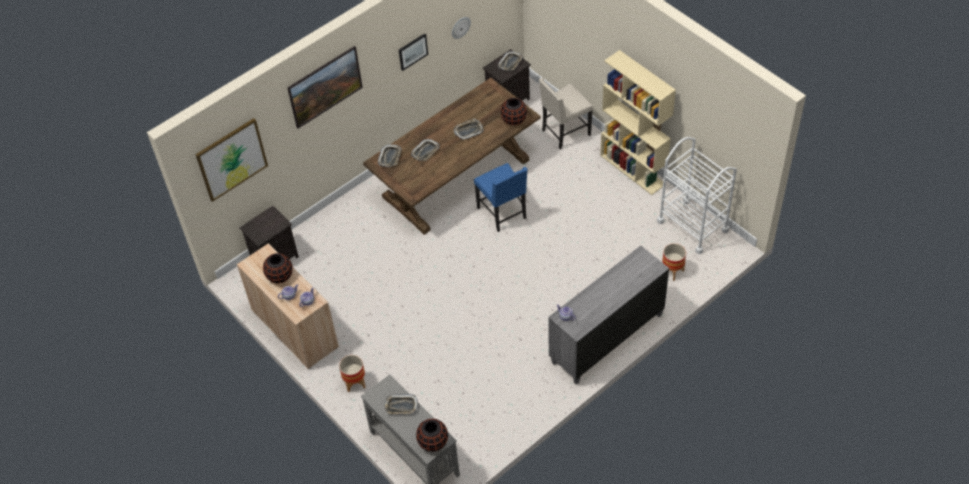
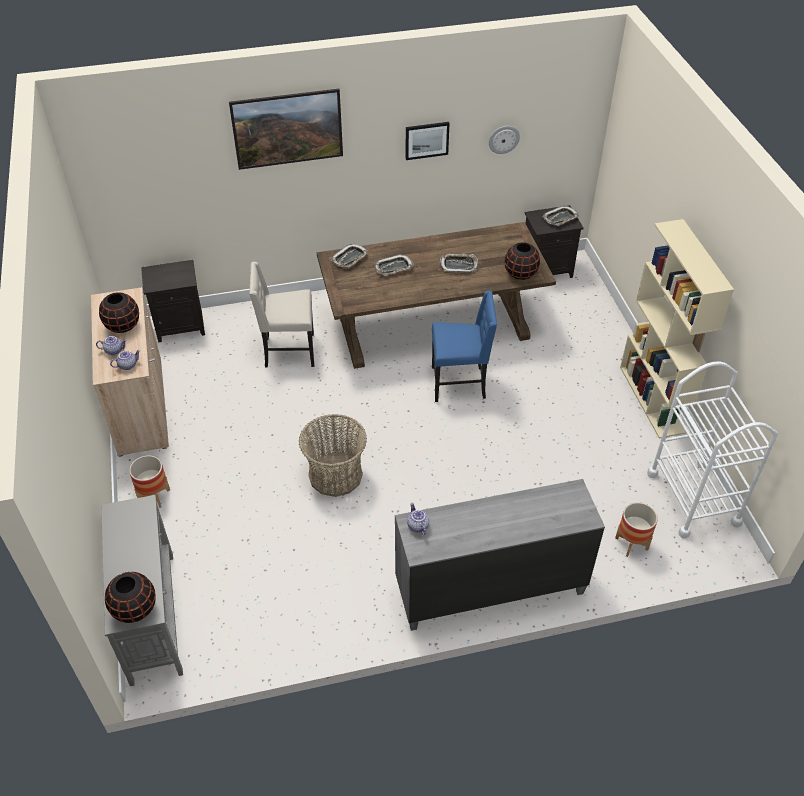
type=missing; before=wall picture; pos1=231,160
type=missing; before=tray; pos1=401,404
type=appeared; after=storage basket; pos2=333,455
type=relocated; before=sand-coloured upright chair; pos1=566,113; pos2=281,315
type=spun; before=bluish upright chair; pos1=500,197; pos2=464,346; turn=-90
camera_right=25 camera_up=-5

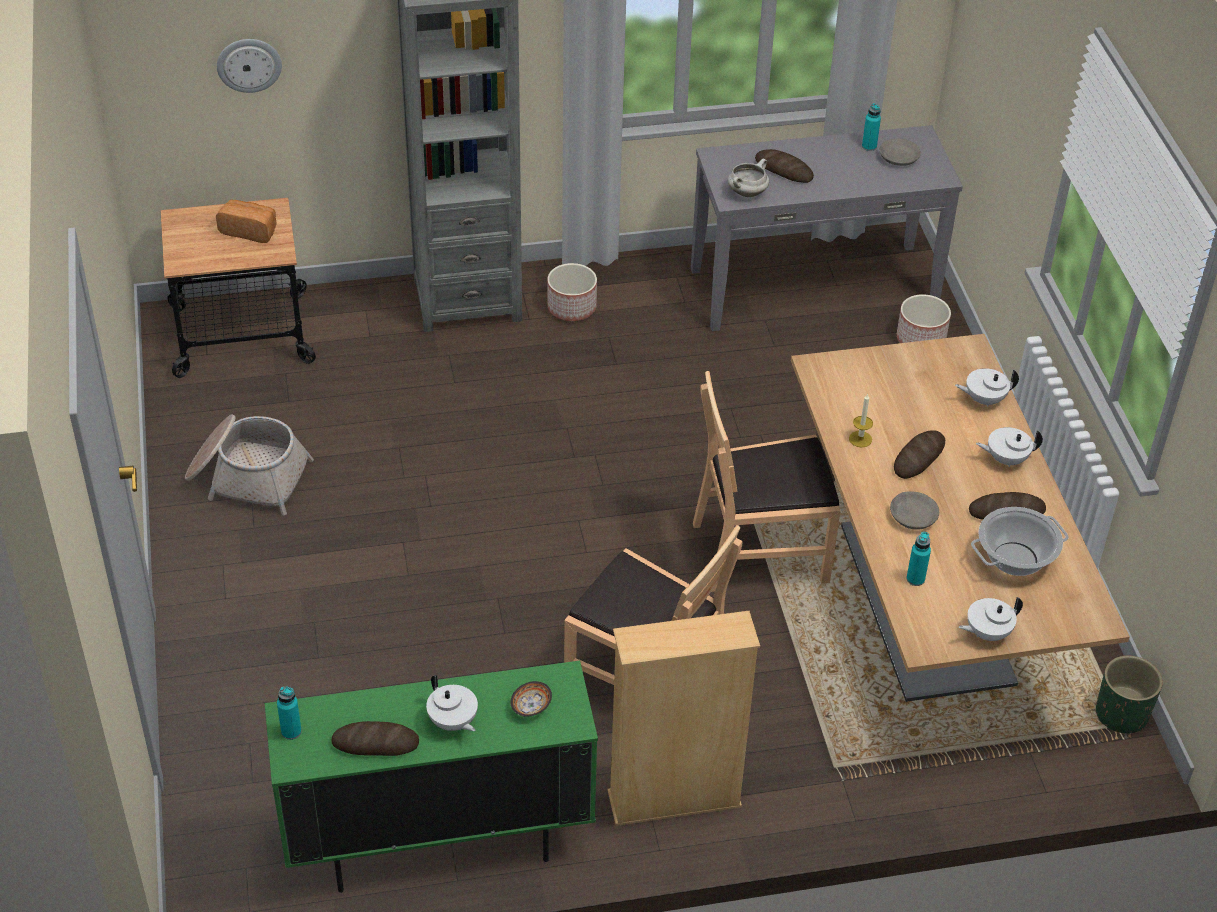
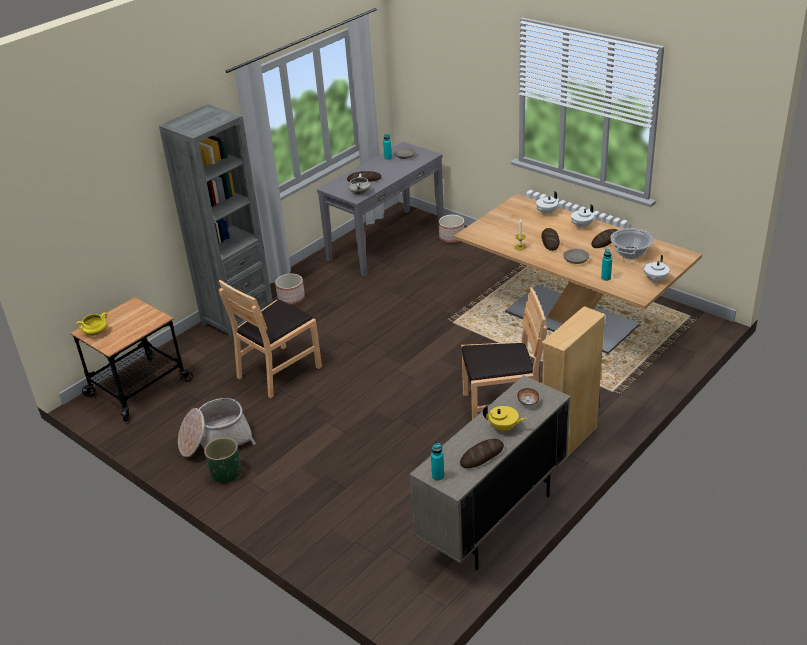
type=missing; before=baked bread; pos1=246,221
type=missing; before=hanging clock; pos1=249,66
type=appeared; after=yellow-coloured stockpot; pos2=91,323
type=relocated; before=brownish upright chair; pos1=766,481; pos2=270,339
type=relocated; before=greenish plant pot; pos1=1129,695; pos2=222,460
type=colour; before=greenish cabinet; after=sand-coloured cabinet; pos1=431,777; pos2=490,472
type=colour; before=whitish tea pot; after=yellow-coloured tea pot; pos1=452,703; pos2=505,418
camera_right=-35 camera_up=-10

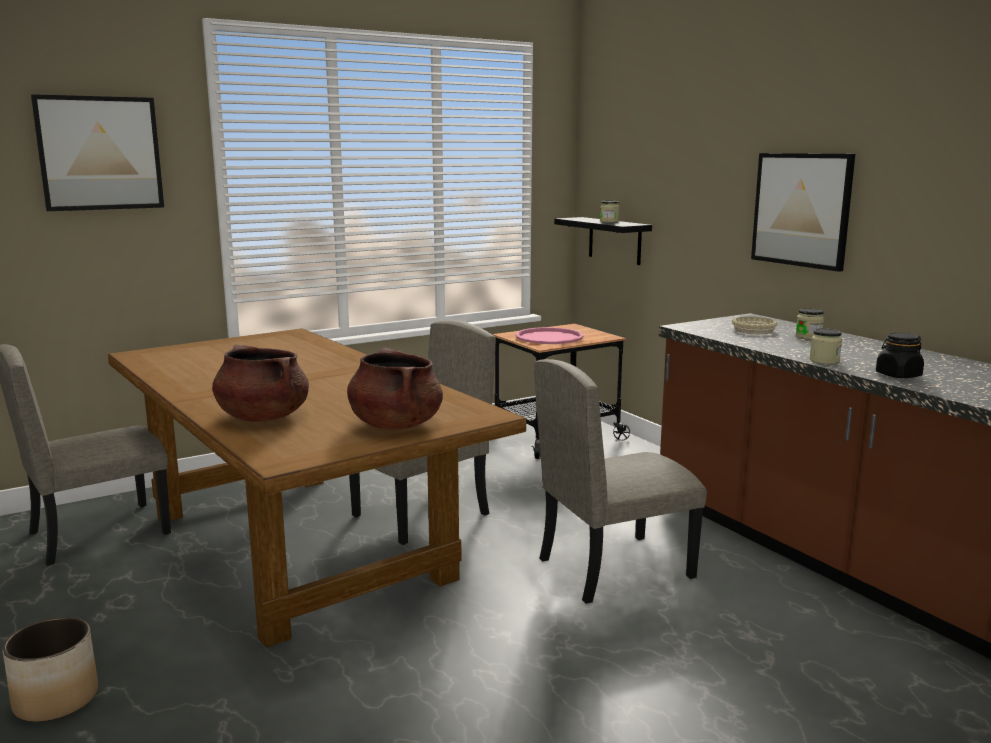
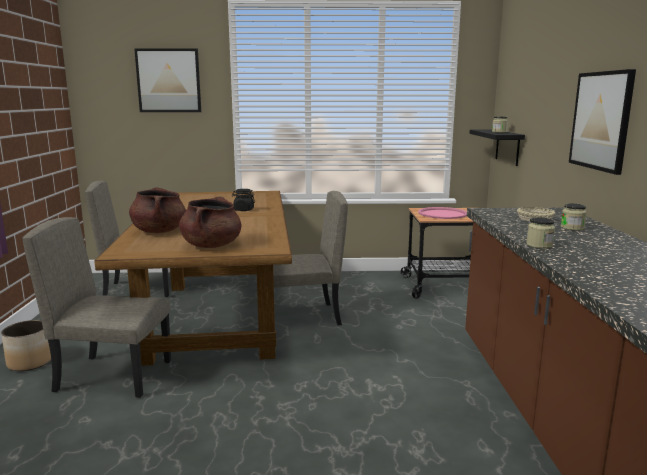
type=relocated; before=sand-coloured upright chair; pos1=620,481; pos2=96,307
type=relocated; before=black storage jar; pos1=900,355; pos2=243,200
camera_right=30 camera_up=0

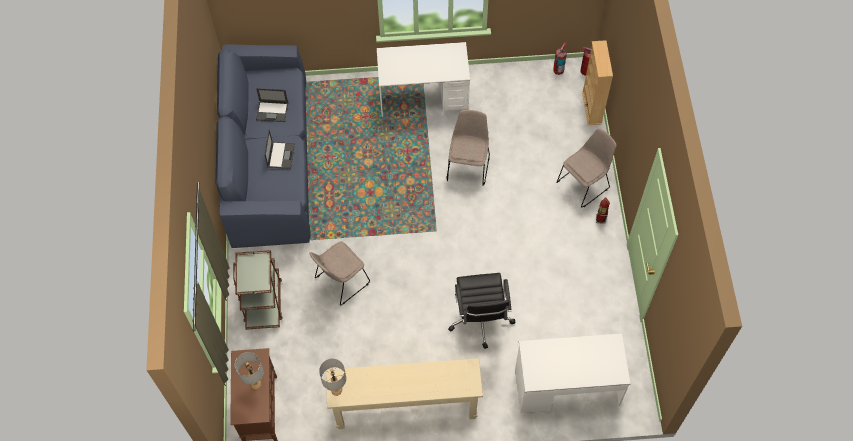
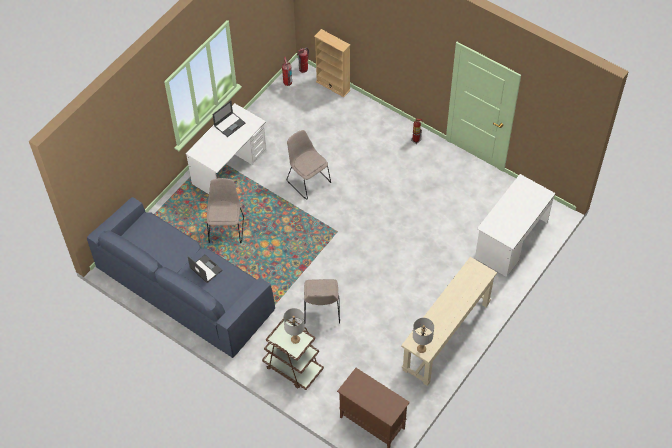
type=missing; before=black desk chair; pos1=481,311
type=relocated; before=grey table lamp; pos1=249,370; pos2=294,326
type=relocated; before=portable computer; pos1=272,105; pos2=229,119
type=relocated; before=sand-coloured upright chair; pos1=586,167; pos2=225,210
camera_right=-50 camera_up=-5

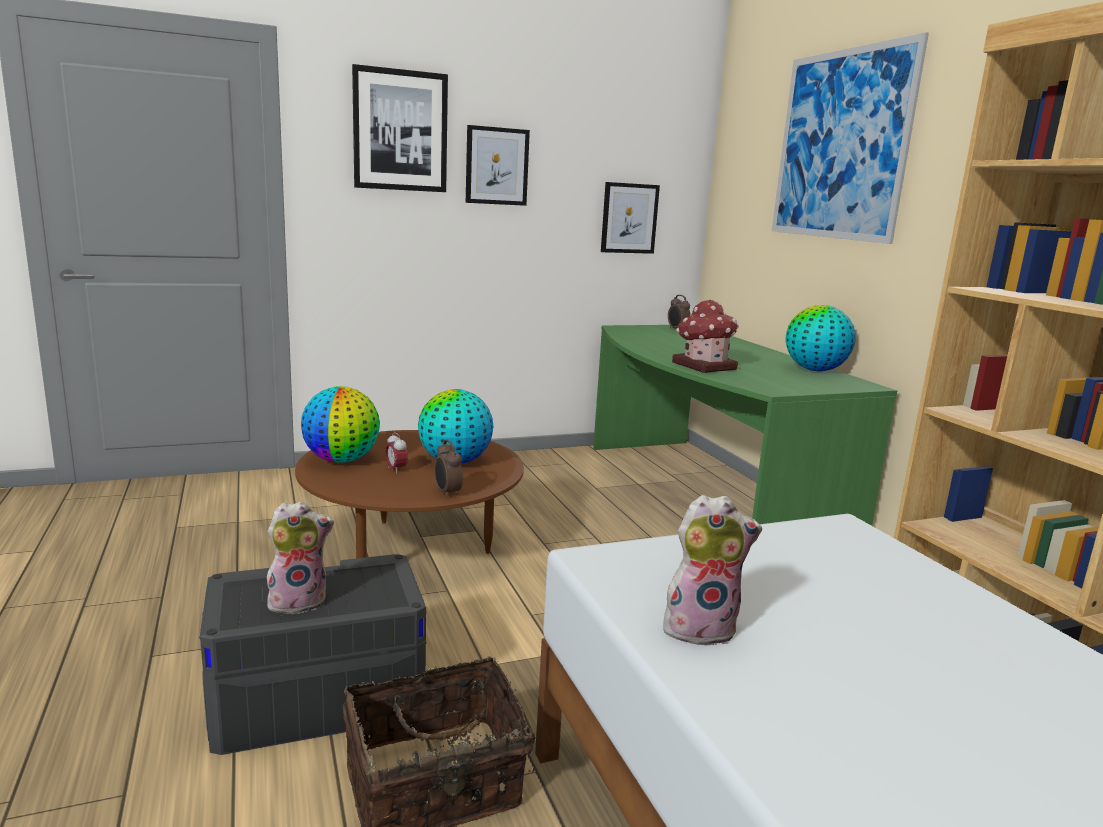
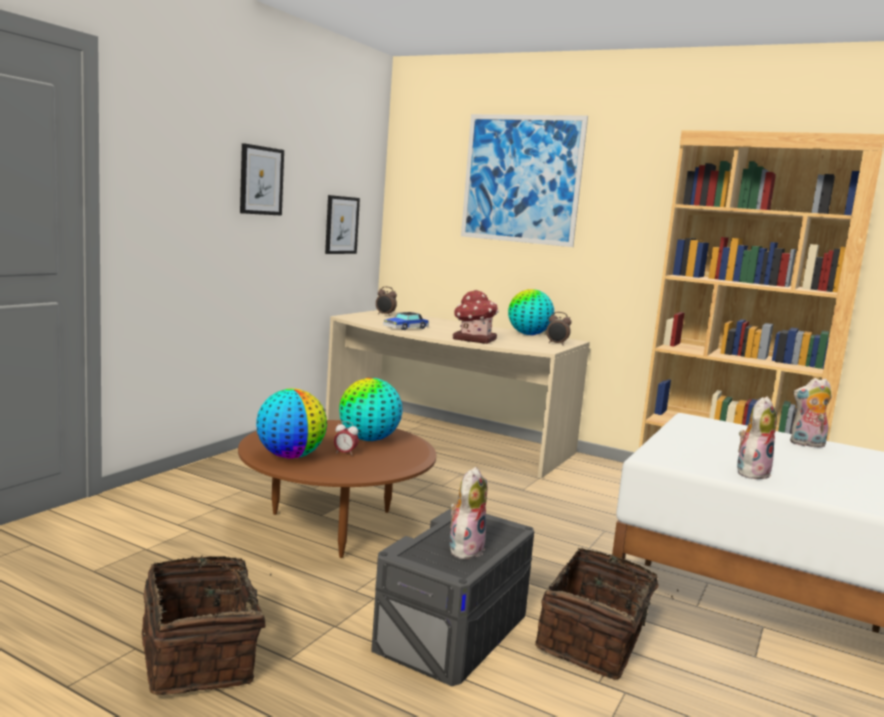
type=missing; before=wall picture; pos1=400,128
type=appeared; after=storage basket; pos2=206,625
type=appeared; after=miniature car; pos2=406,321
type=appeared; after=cuddly toy; pos2=811,412
type=relocated; before=bedside clock; pos1=448,469; pos2=558,328
type=colour; before=greenish desk; after=sand-coloured desk; pos1=745,425; pos2=458,394
camera_right=-40 camera_up=-5

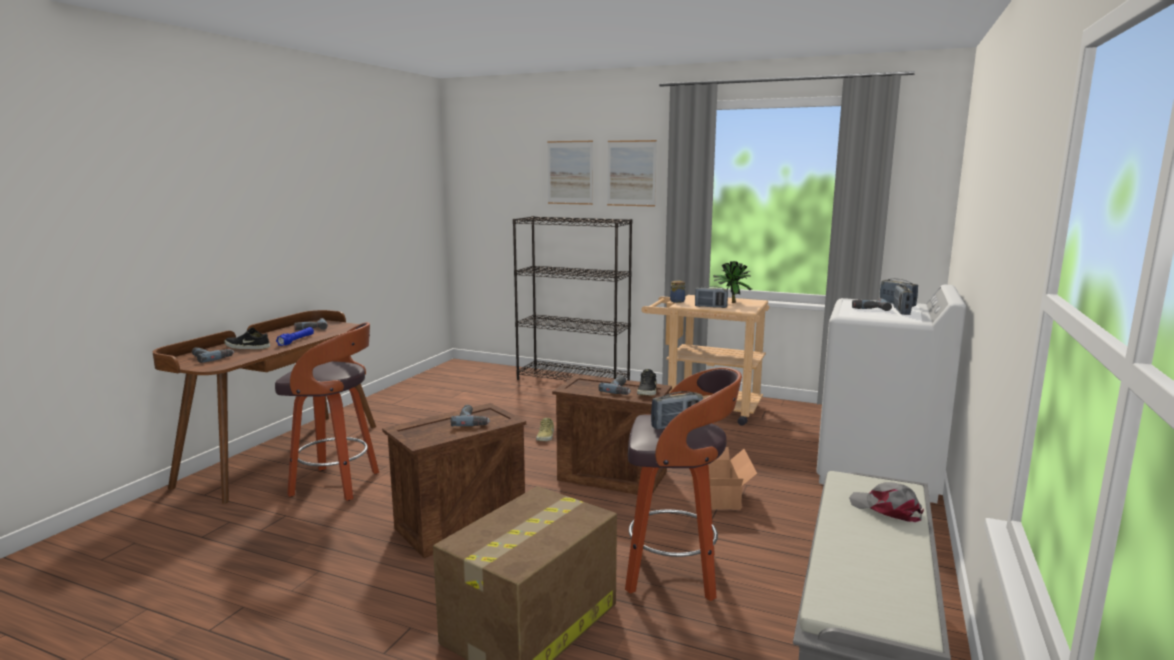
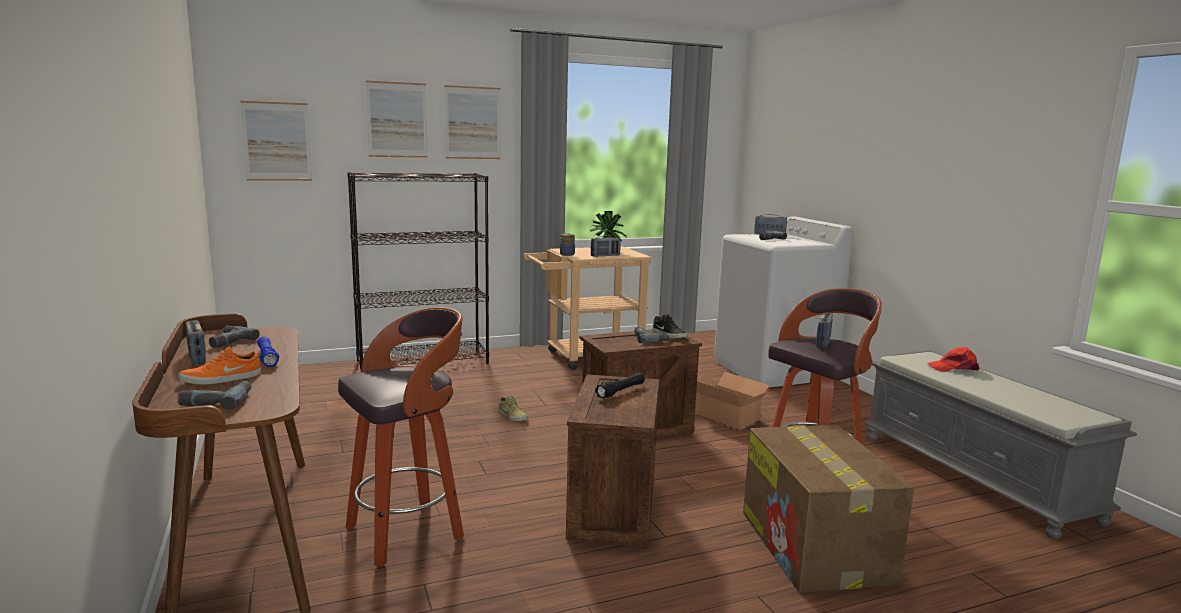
type=appeared; after=wall picture; pos2=276,141
type=relocated; before=radio set; pos1=903,299; pos2=196,342
type=exchanged; before=power drill; after=black flashlight; pos1=470,415; pos2=620,385
type=colour; before=black low shoe; after=orange-coloured low shoe; pos1=247,338; pos2=219,365
type=colour; before=grey baseball cap; after=reddish baseball cap; pos1=886,502; pos2=953,359
camera_right=-45 camera_up=0

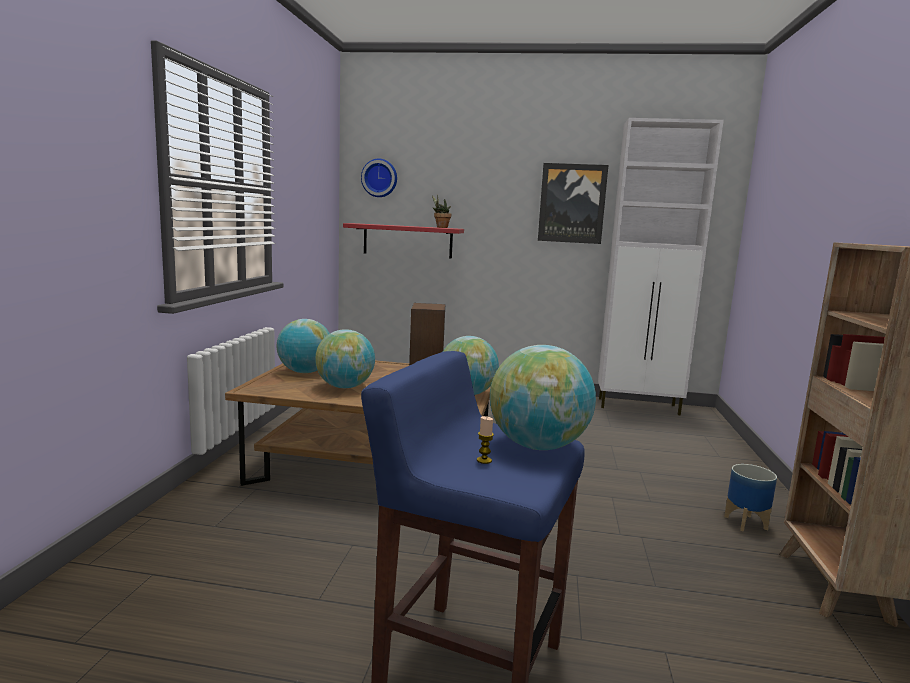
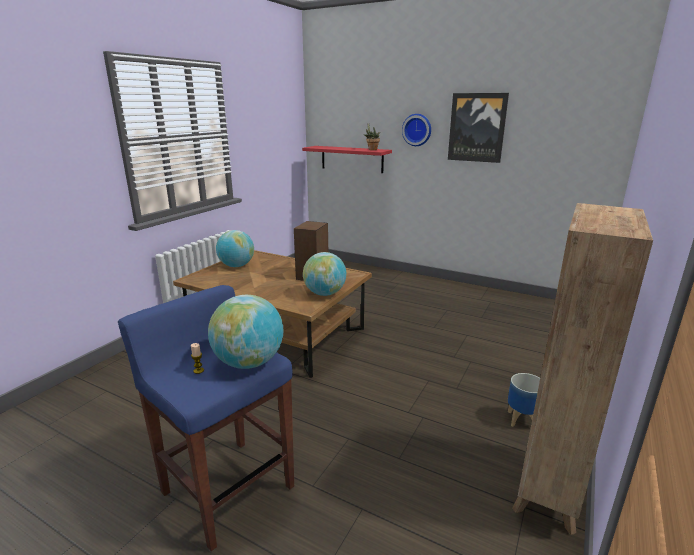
type=missing; before=desk globe; pos1=345,358
type=missing; before=whitish cabinet; pos1=661,266
type=relocated; before=hanging clock; pos1=379,178; pos2=416,130
camera_right=20 camera_up=10

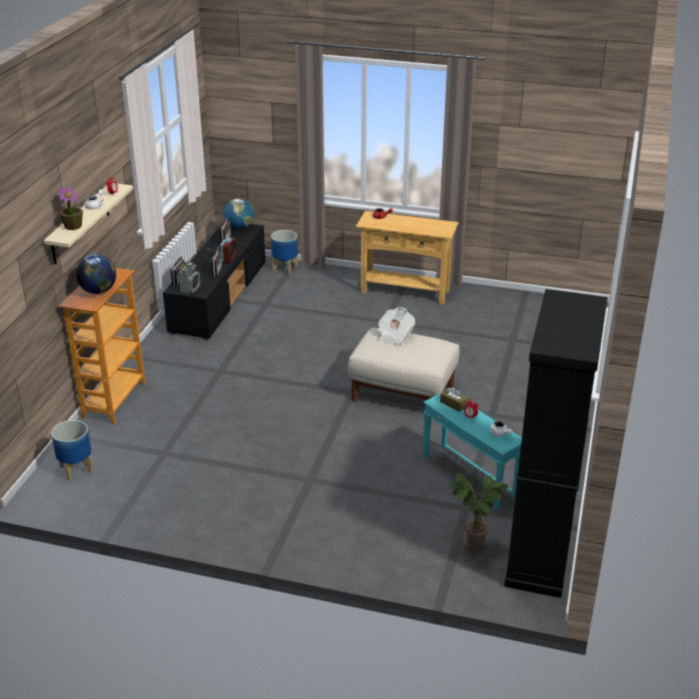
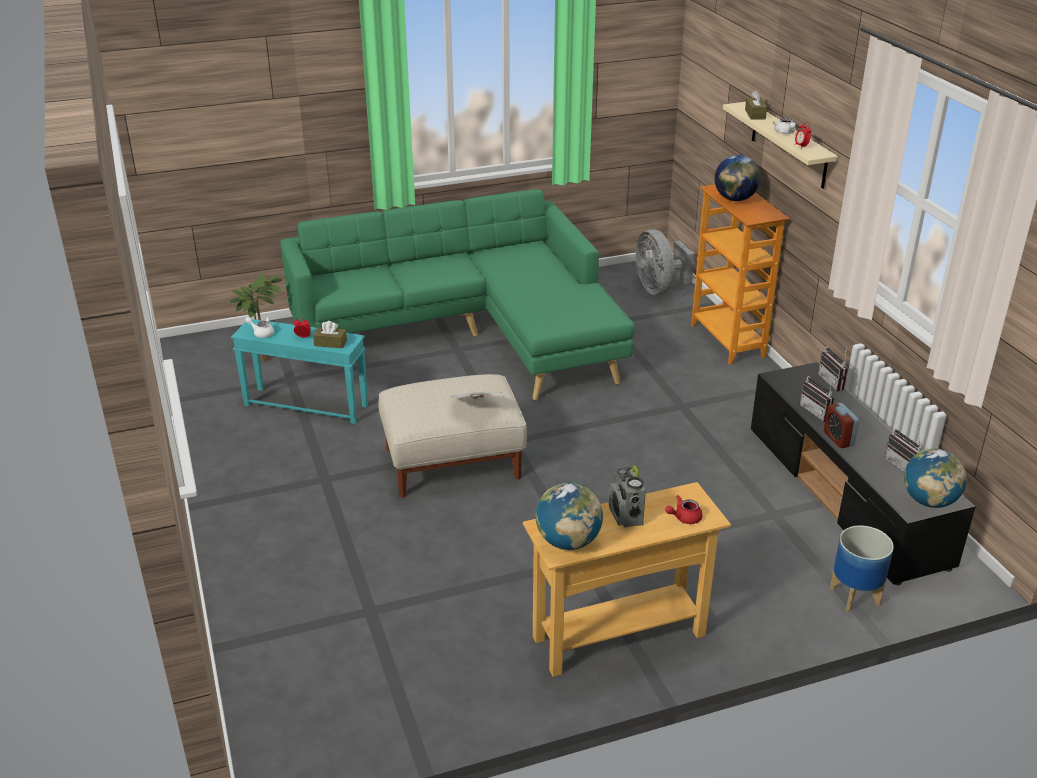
type=missing; before=black cabinet; pos1=556,443
type=appeared; after=greenish couch; pos2=458,294
type=appeared; after=desk globe; pos2=569,516
type=relocated; before=radio set; pos1=189,277; pos2=627,496
type=exchanged; before=plant pot; after=grey fan; pos1=72,450; pos2=665,262
type=exchanged; before=plant in a pot; after=brownish tissue holder; pos1=70,208; pos2=756,104
camera_right=145 camera_up=0

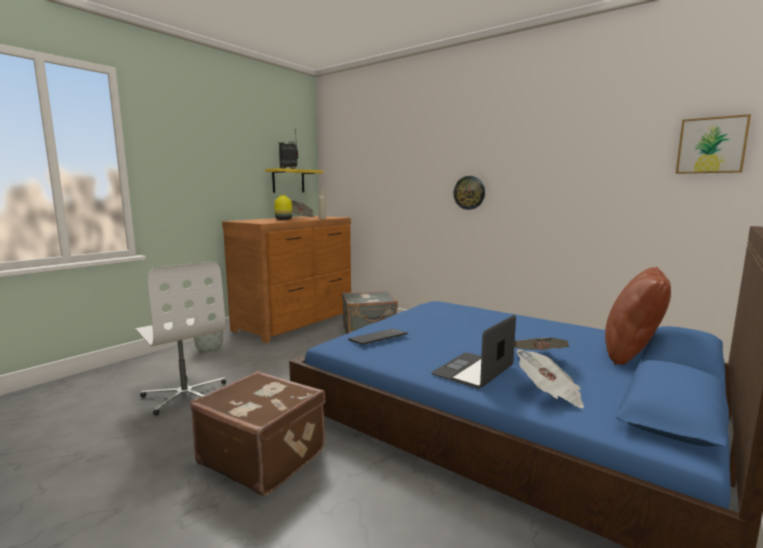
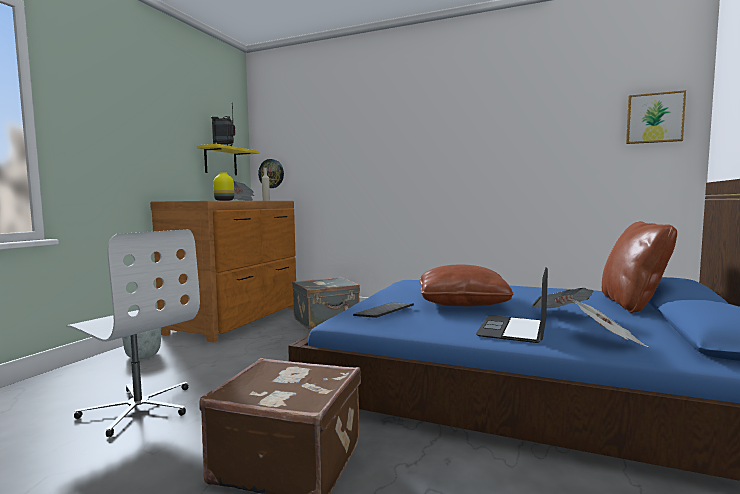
type=appeared; after=brownish cushion; pos2=466,285
type=relocated; before=hanging clock; pos1=469,193; pos2=271,173
camera_right=-15 camera_up=-5

